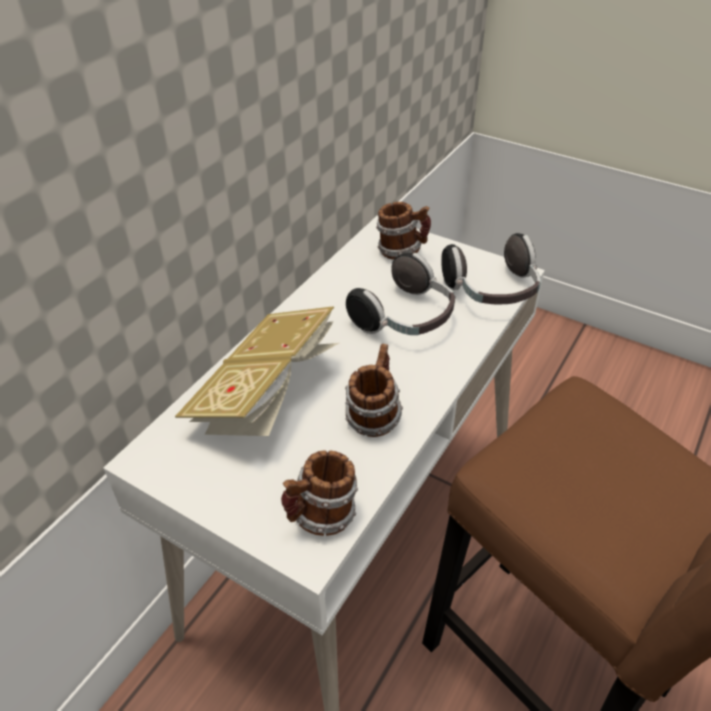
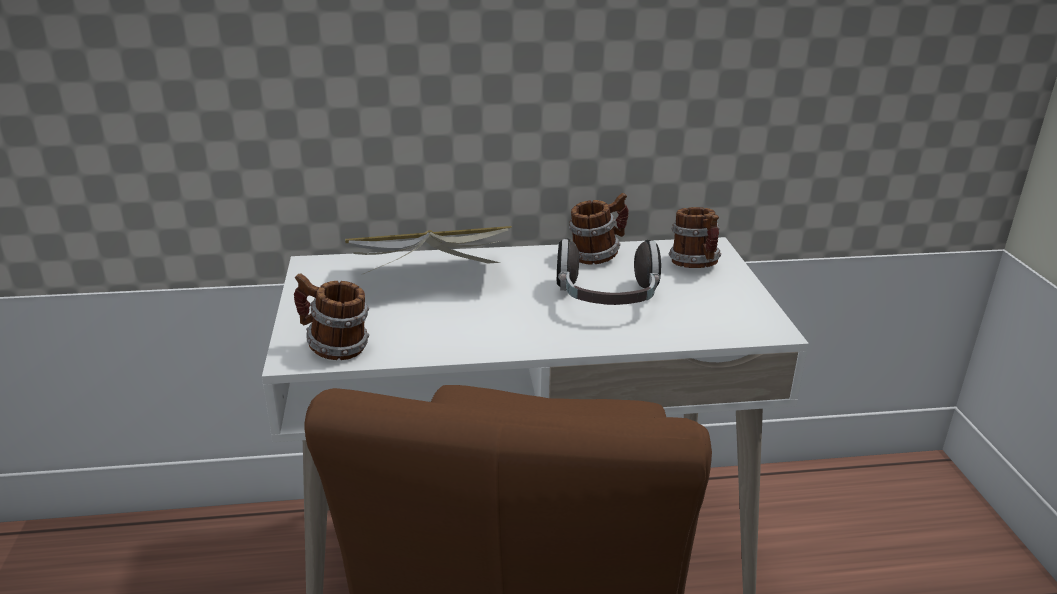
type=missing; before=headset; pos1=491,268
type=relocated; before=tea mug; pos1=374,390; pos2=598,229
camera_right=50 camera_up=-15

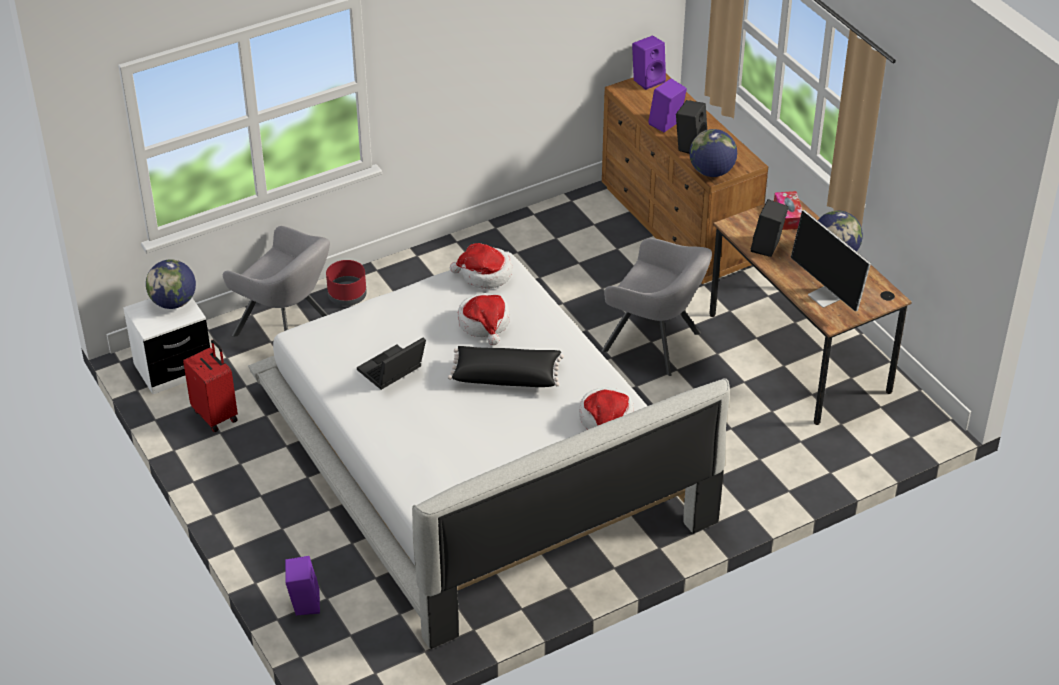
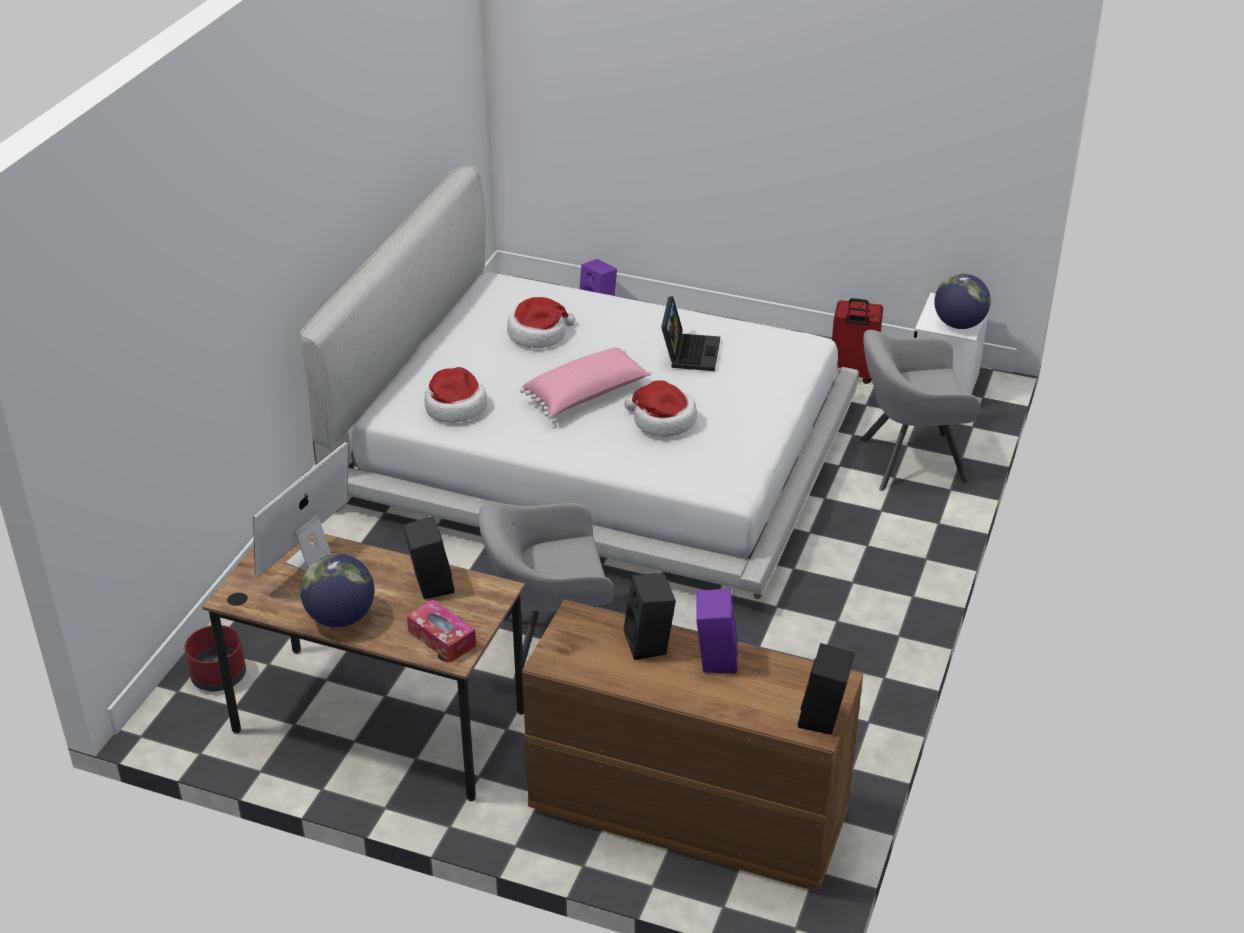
type=missing; before=desk globe; pos1=713,153
type=relocated; before=reddish plant pot; pos1=346,283; pos2=215,658
type=relocated; before=hat; pos1=481,266; pos2=541,322
type=colour; before=black cushion; after=pinkish cushion; pos1=506,366; pos2=585,382
type=colour; before=purplish loudspeaker; after=black loudspeaker; pos1=649,62; pos2=826,689
type=spun; before=computer display; pos1=831,261; pos2=301,509; turn=-75
camera_right=140 camera_up=-5

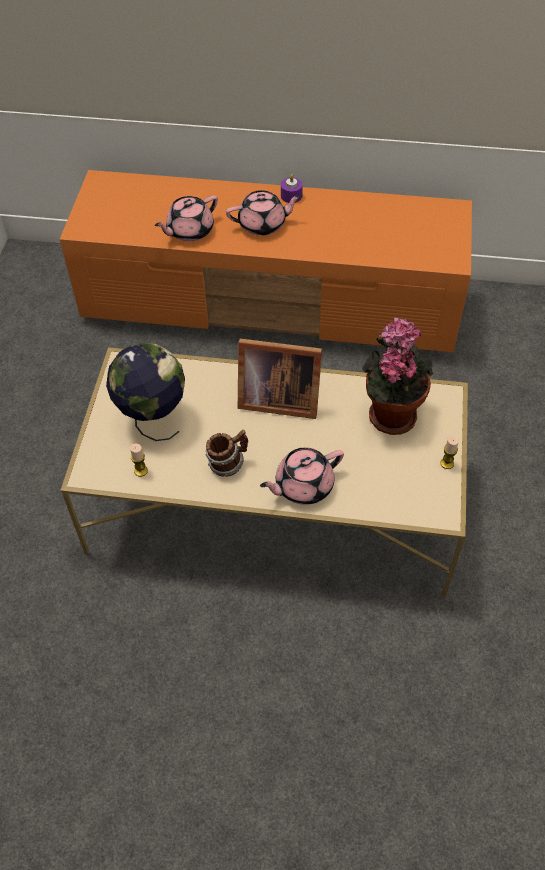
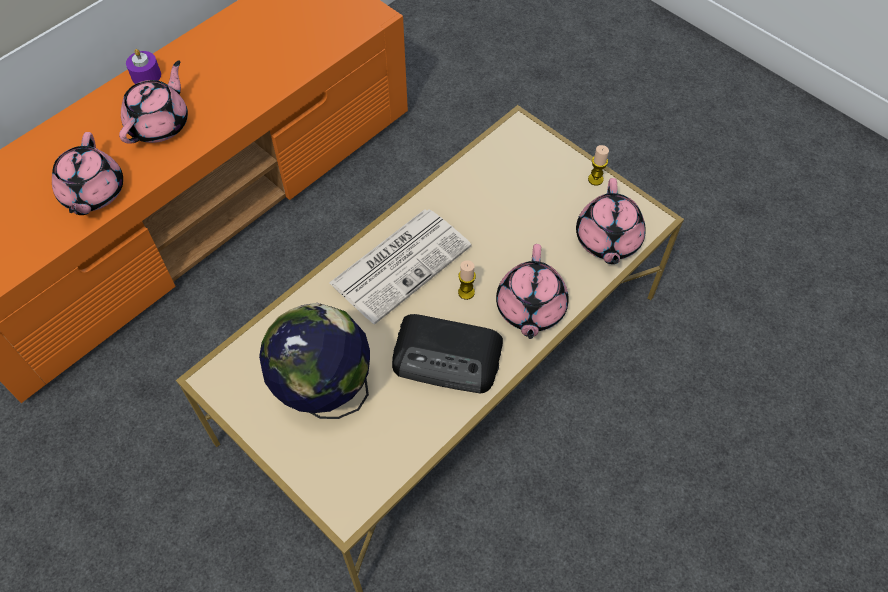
type=missing; before=plant in a pot; pos1=397,376
type=appeared; after=pinkish tea pot; pos2=611,221
type=relocated; before=candle; pos1=139,460; pos2=467,280
type=exchanged; before=tea mug; after=radio set; pos1=227,453; pos2=447,354
type=exchanged; before=photo frame; after=daily paper; pos1=280,379; pos2=400,266
camera_right=-55 camera_up=5

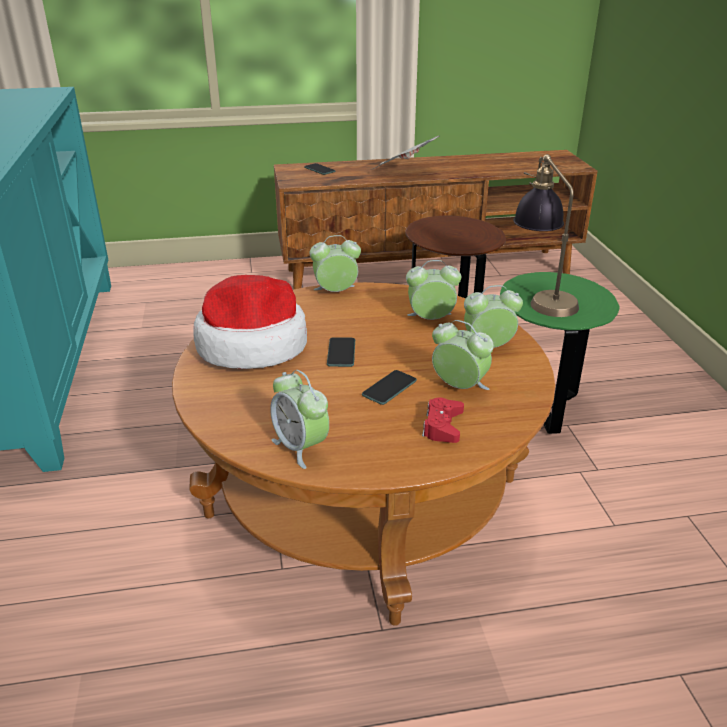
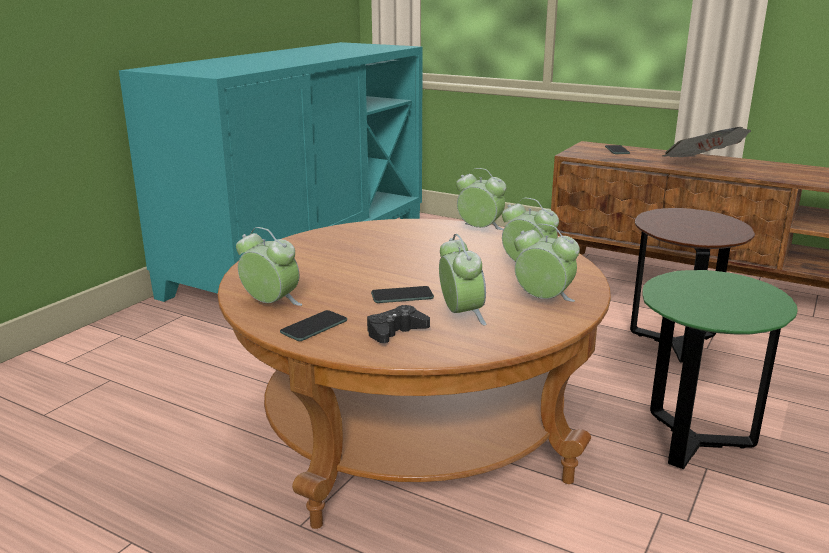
type=missing; before=hat; pos1=250,322
type=missing; before=table lamp; pos1=546,235
type=relocated; before=phone; pos1=341,352; pos2=313,325
type=colour; before=reddish game controller; after=black game controller; pos1=443,420; pos2=398,324
type=spun; before=bedside clock; pos1=299,419; pos2=269,266; turn=120
camera_right=40 camera_up=-10

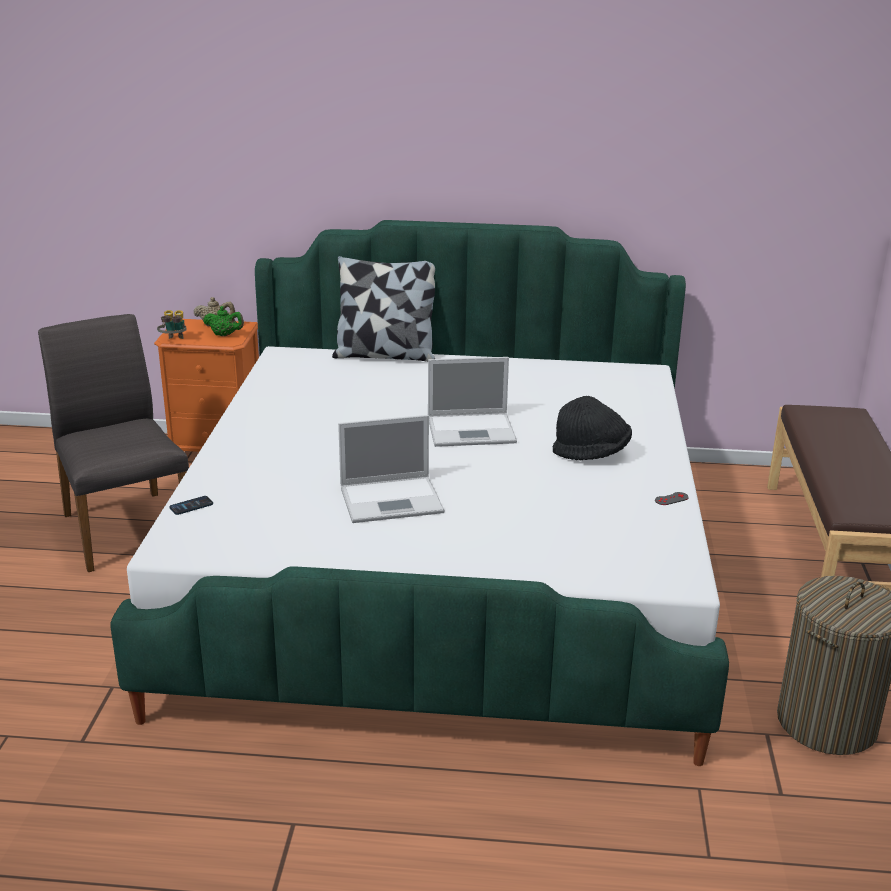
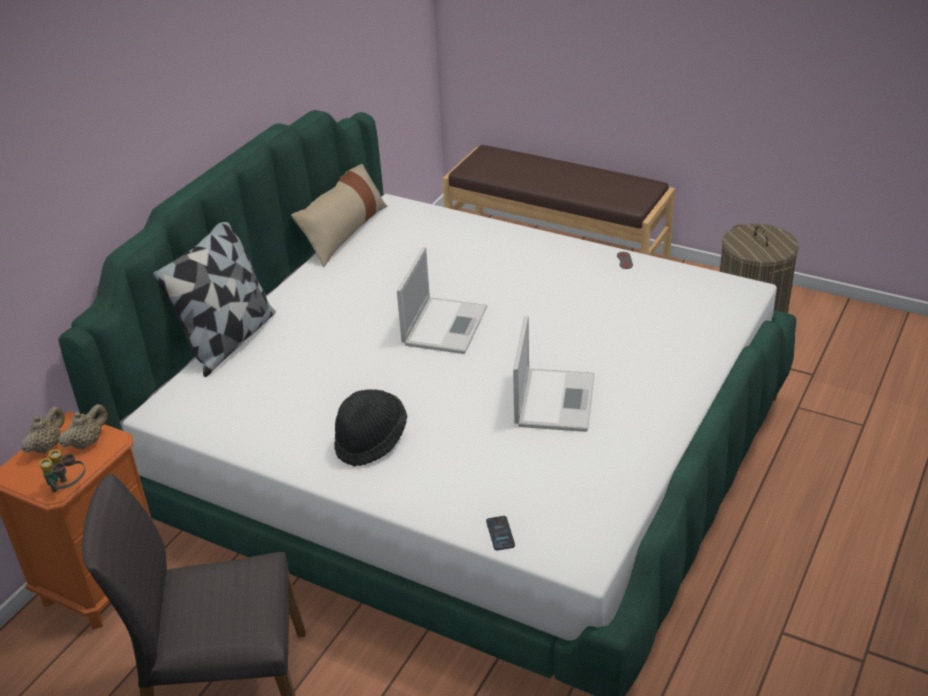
type=appeared; after=sand-coloured cushion; pos2=339,215
type=relocated; before=black hat; pos1=592,428; pos2=370,428
type=colour; before=greenish tea pot; after=sand-coloured tea pot; pos1=223,321; pos2=83,427
camera_right=-65 camera_up=10

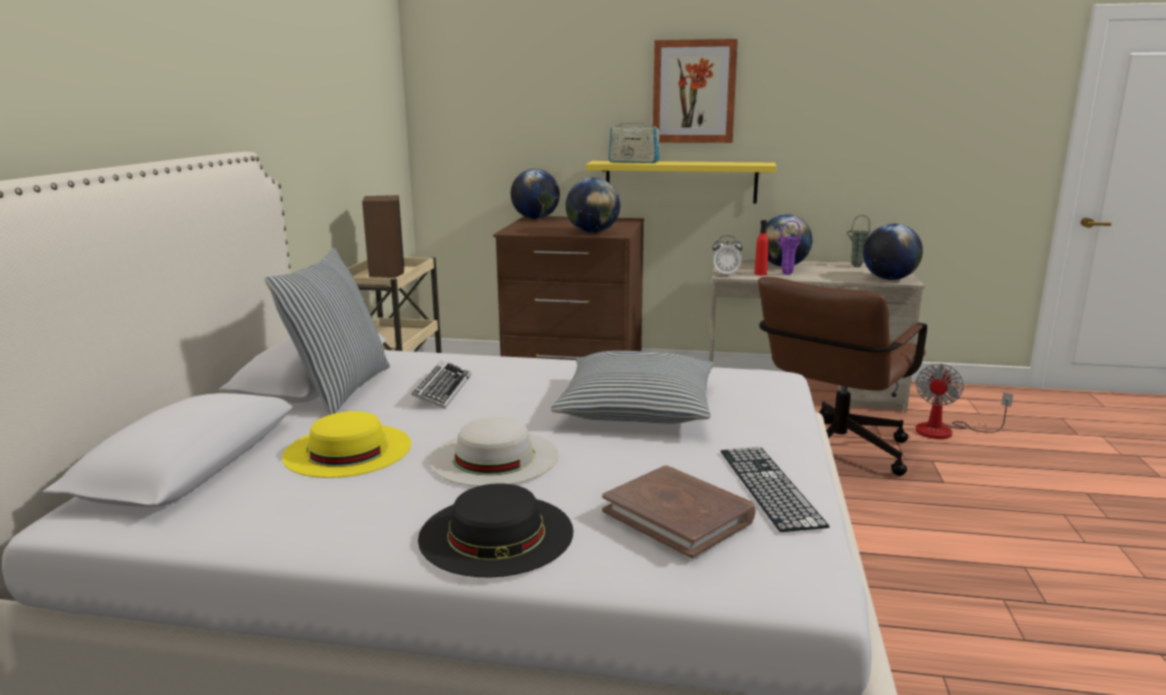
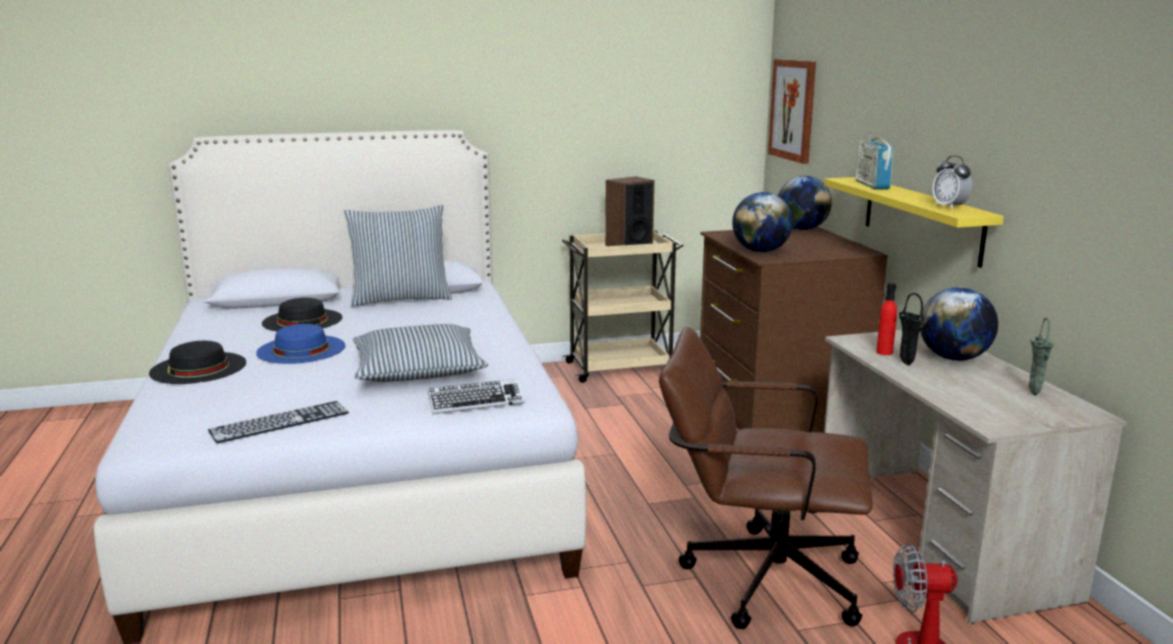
type=missing; before=brownish book; pos1=679,511
type=missing; before=desk globe; pos1=893,252
type=relocated; before=computer keyboard; pos1=441,384; pos2=476,396
type=relocated; before=wall picture; pos1=695,91; pos2=792,111
type=relocated; before=bedside clock; pos1=727,255; pos2=952,182
type=colour; before=yellow-coloured hat; after=black hat; pos1=346,444; pos2=302,314
type=colour; before=whitish hat; after=bluish hat; pos1=493,451; pos2=300,344
type=colour; before=purplish vase; after=black vase; pos1=788,248; pos2=912,329
camera_right=65 camera_up=0

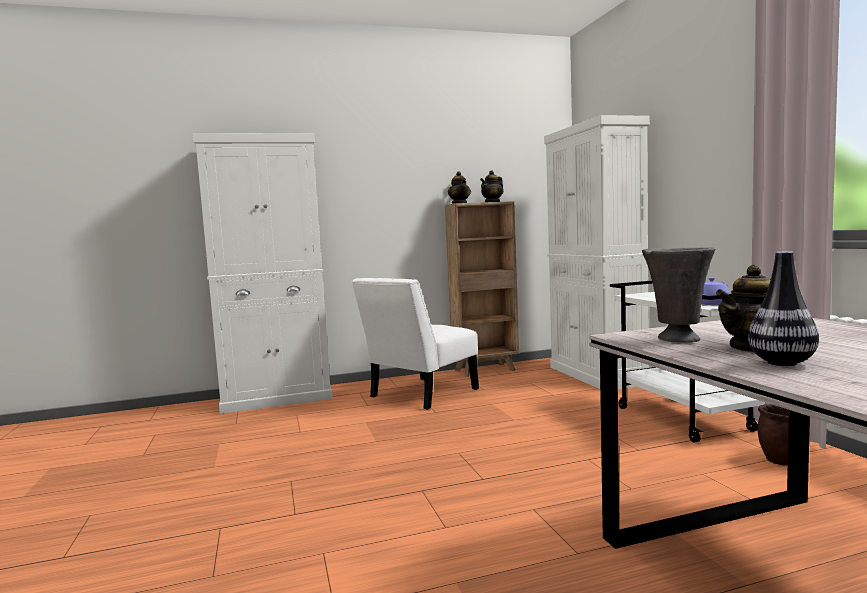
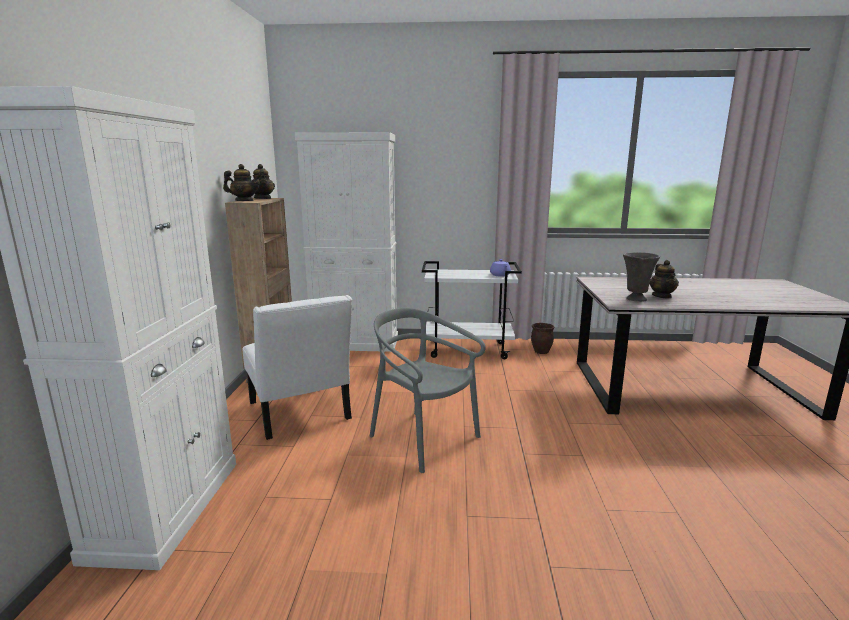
type=missing; before=vase; pos1=783,308
type=appeared; after=grey upright chair; pos2=428,390
camera_right=-70 camera_up=10

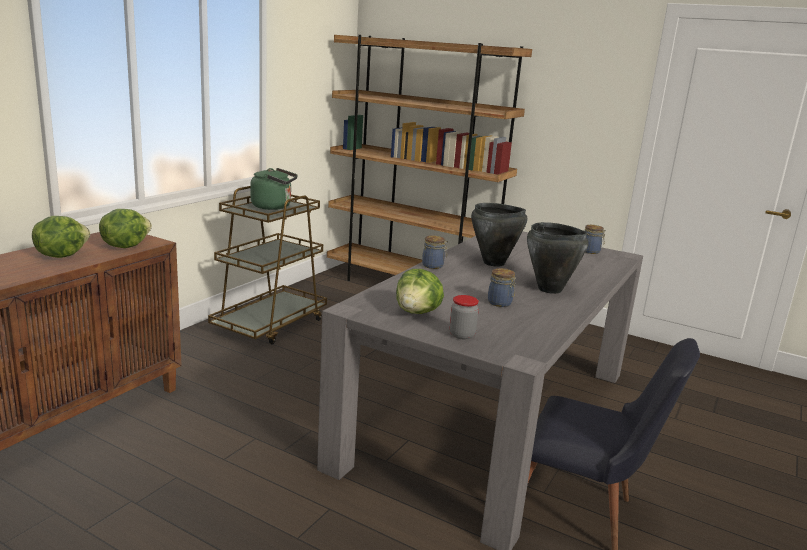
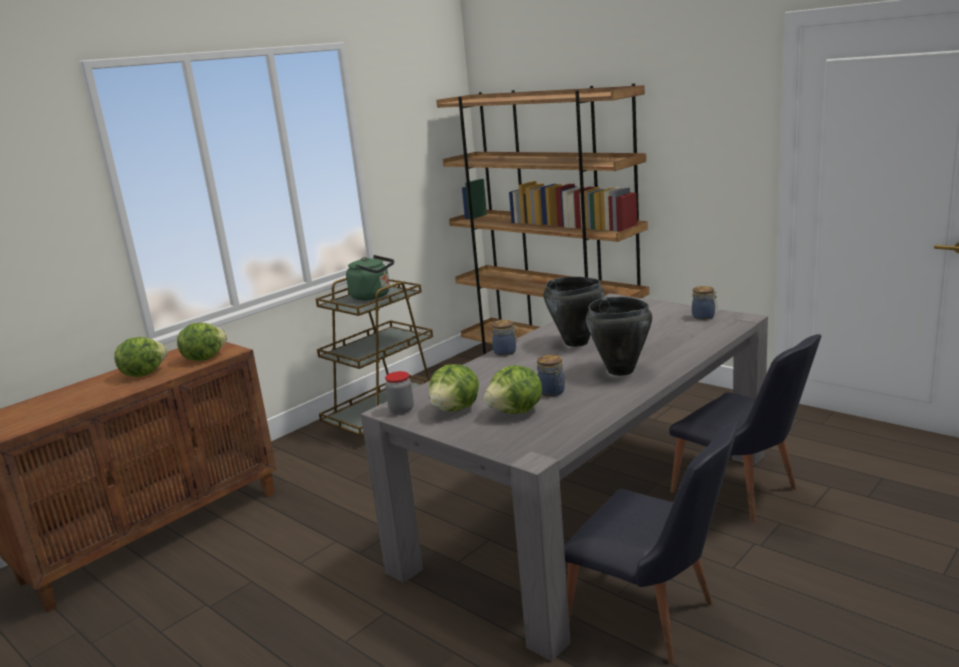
type=appeared; after=lettuce head; pos2=513,389
type=appeared; after=black upright chair; pos2=745,428
type=relocated; before=storage jar; pos1=464,317; pos2=399,392
camera_right=15 camera_up=0

